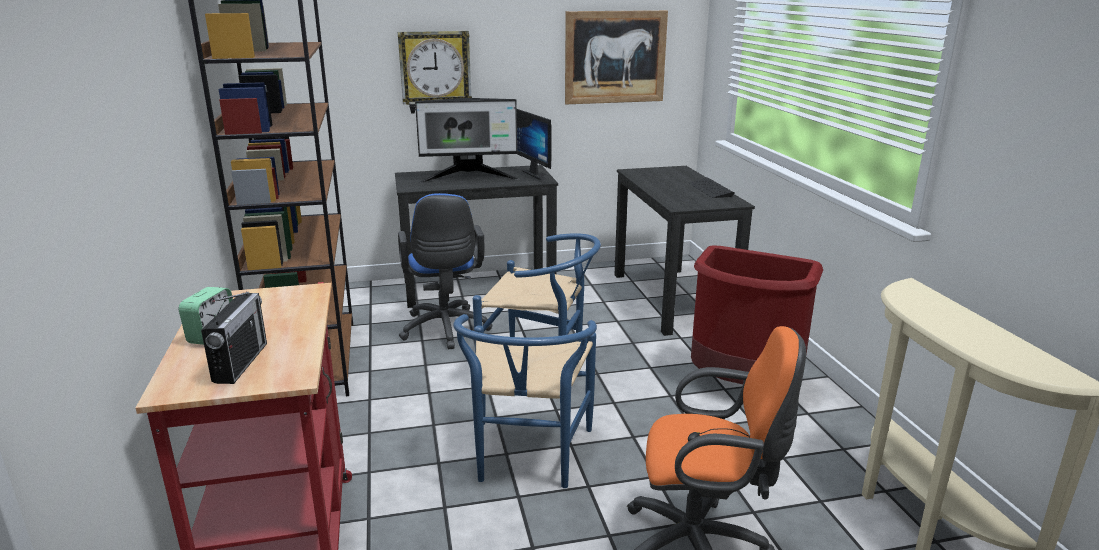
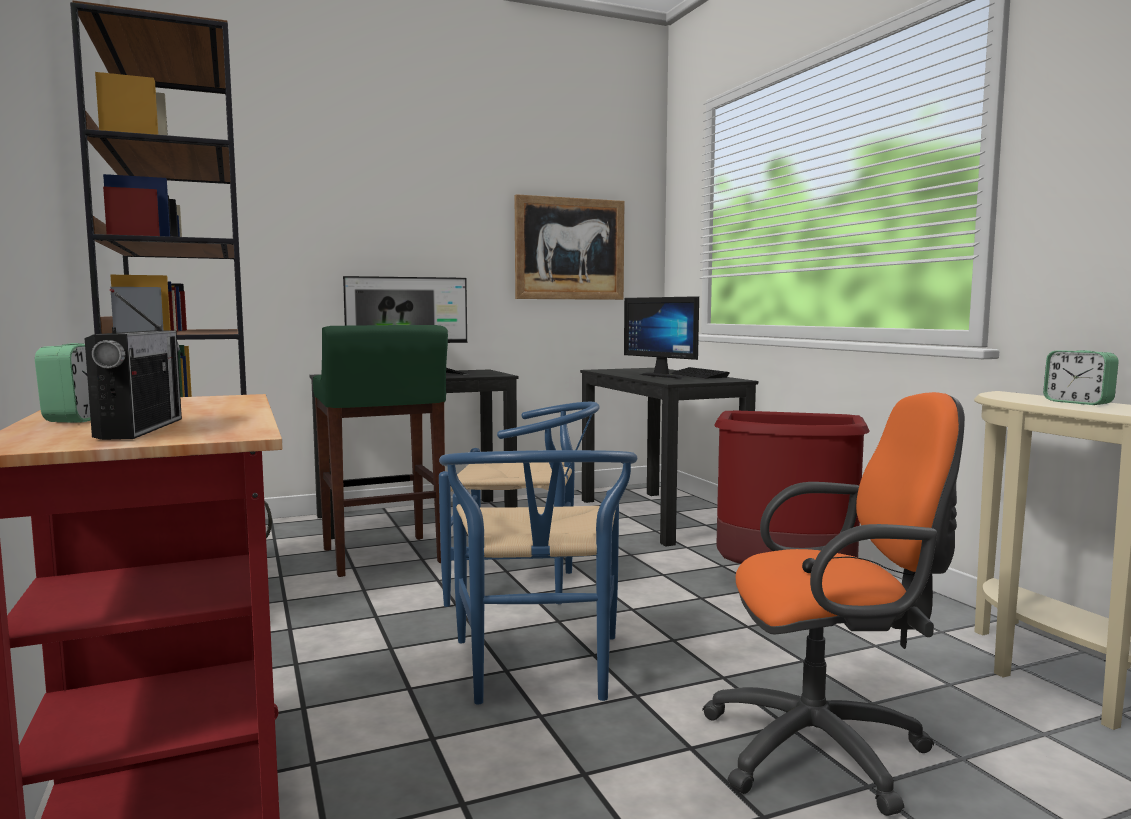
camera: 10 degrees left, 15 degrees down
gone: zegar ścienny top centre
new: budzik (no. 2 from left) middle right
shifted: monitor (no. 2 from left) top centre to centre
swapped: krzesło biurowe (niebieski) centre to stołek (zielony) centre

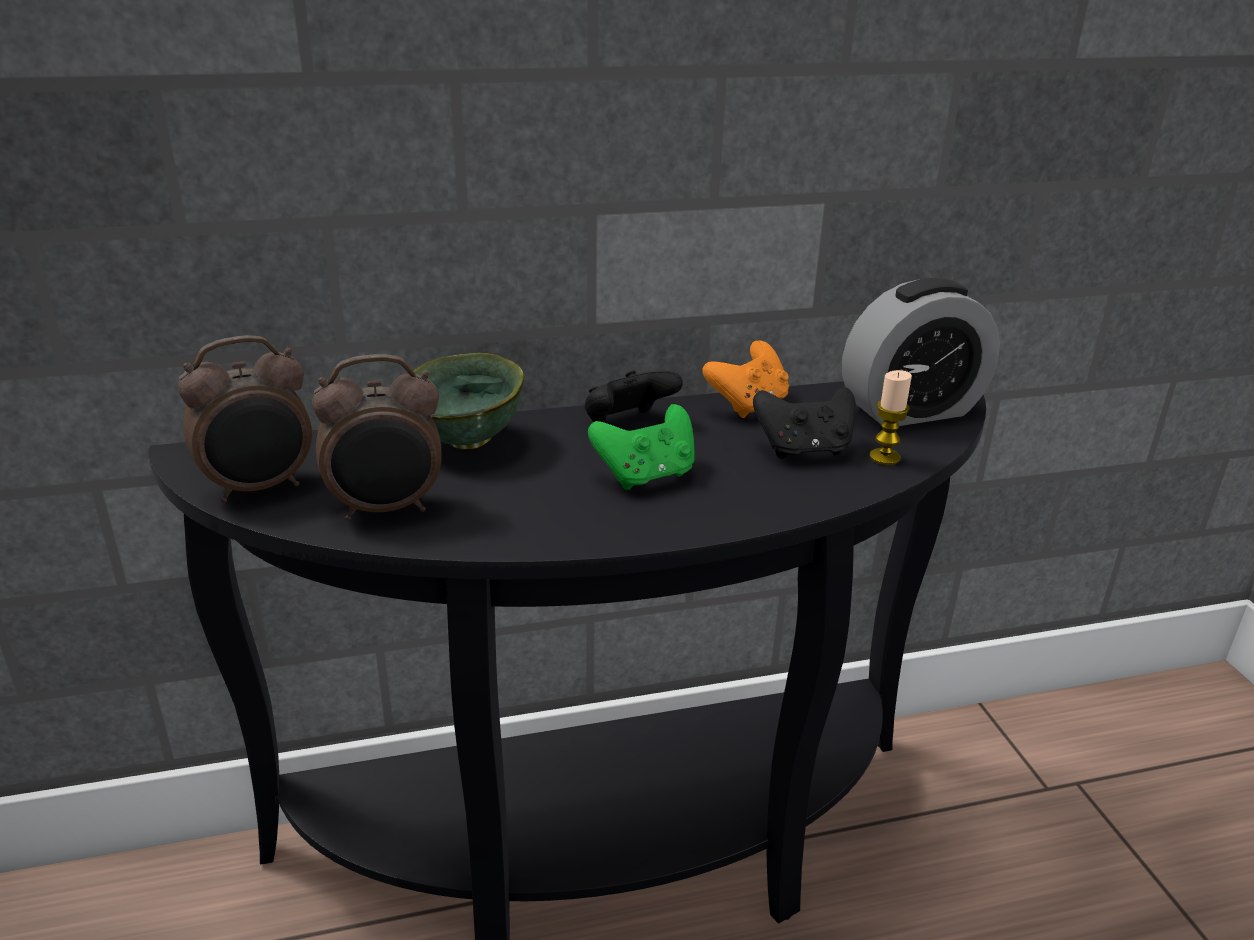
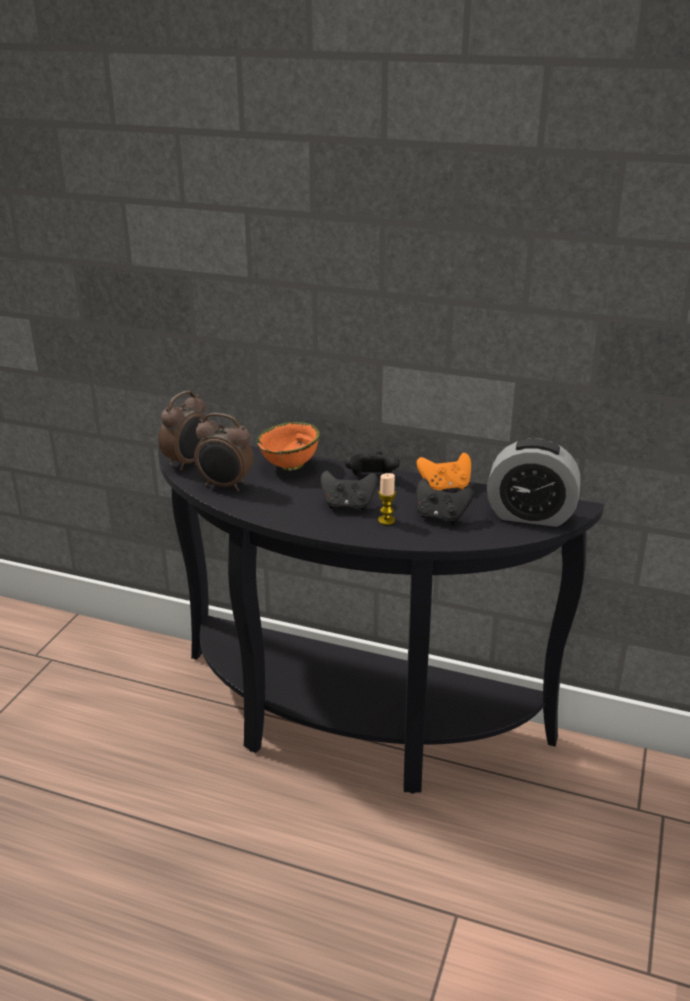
camera: 35 degrees right, 0 degrees up
shifted: świeca middle right to centre
repainted: miska (zielony) centre to miska (pomarańczowy) centre; pad do gier (zielony) centre to pad do gier (czarny) (no. 1 from left) centre
rotated: budzik (no. 1 from left) middle left = middle left 60 degrees counterclockwise

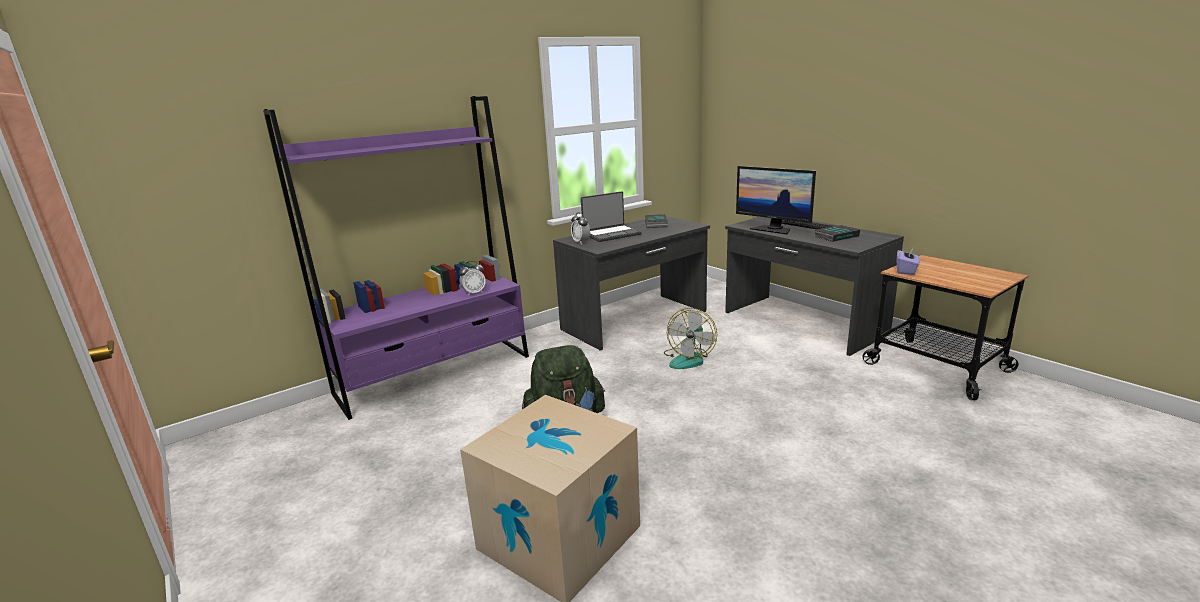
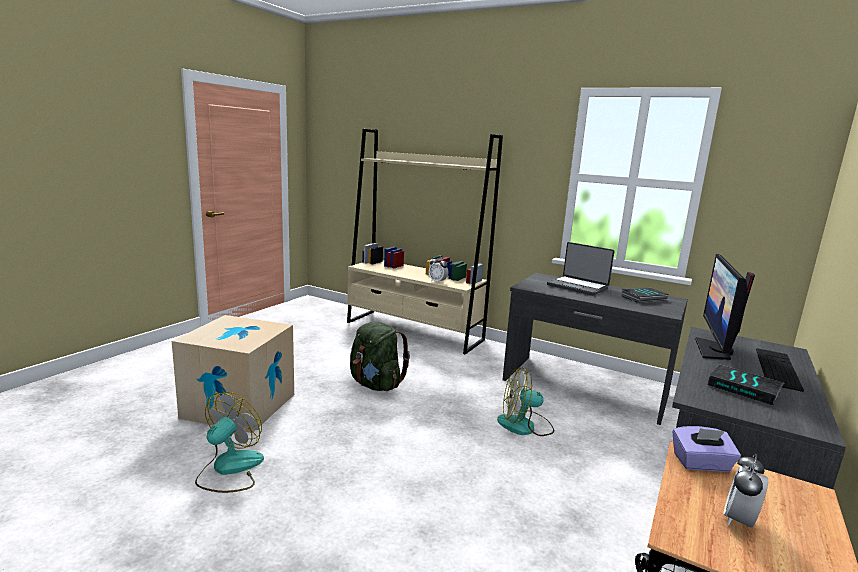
camera: 65 degrees right, 5 degrees down
new: wentylator (no. 1 from left) bottom left
shifted: budzik (no. 2 from left) centre to bottom right
repainted: regał (fioletowy) middle left to regał (beżowy) centre

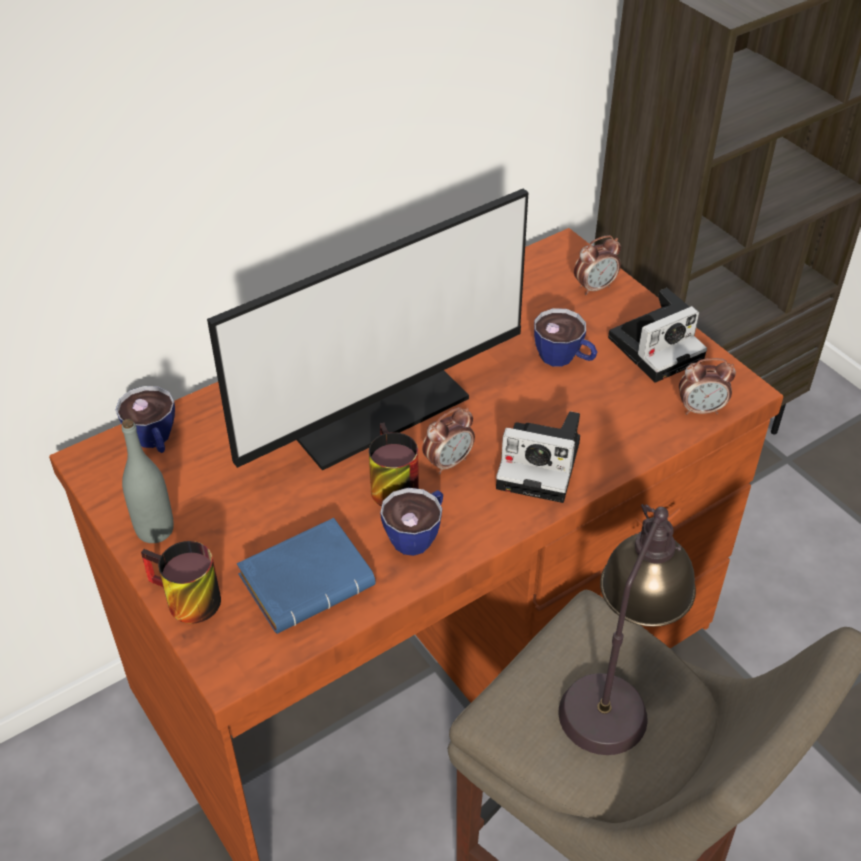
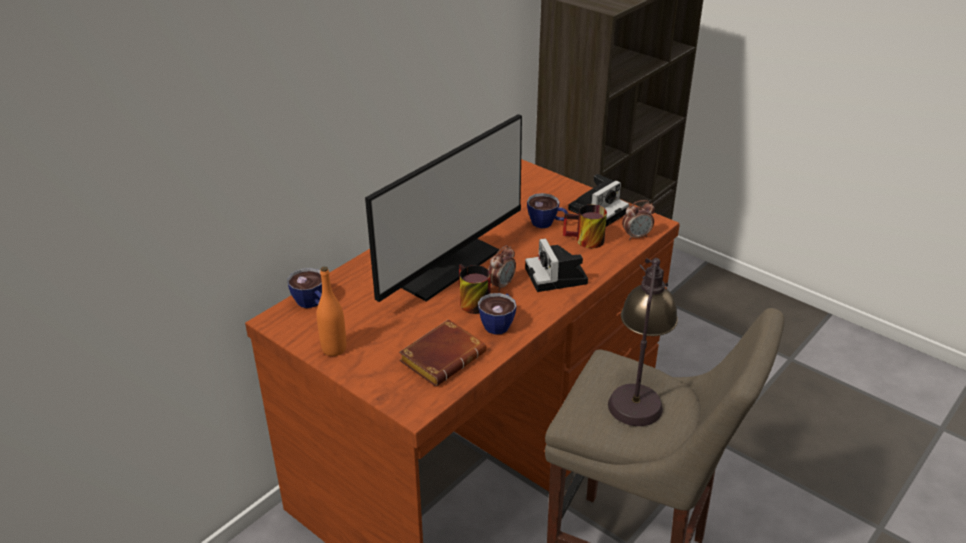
camera: 15 degrees left, 10 degrees down
gone: budzik (no. 2 from left) top right
shifted: kubek (no. 1 from left in the first image) bottom left to kubek (no. 2 from left) centre
repainted: butelka (szary) middle left to butelka (pomarańczowy) centre; książka (niebieski) bottom centre to książka (brązowy) centre
rotated: aparat fotograficzny (no. 1 from left) centre = centre 75 degrees clockwise

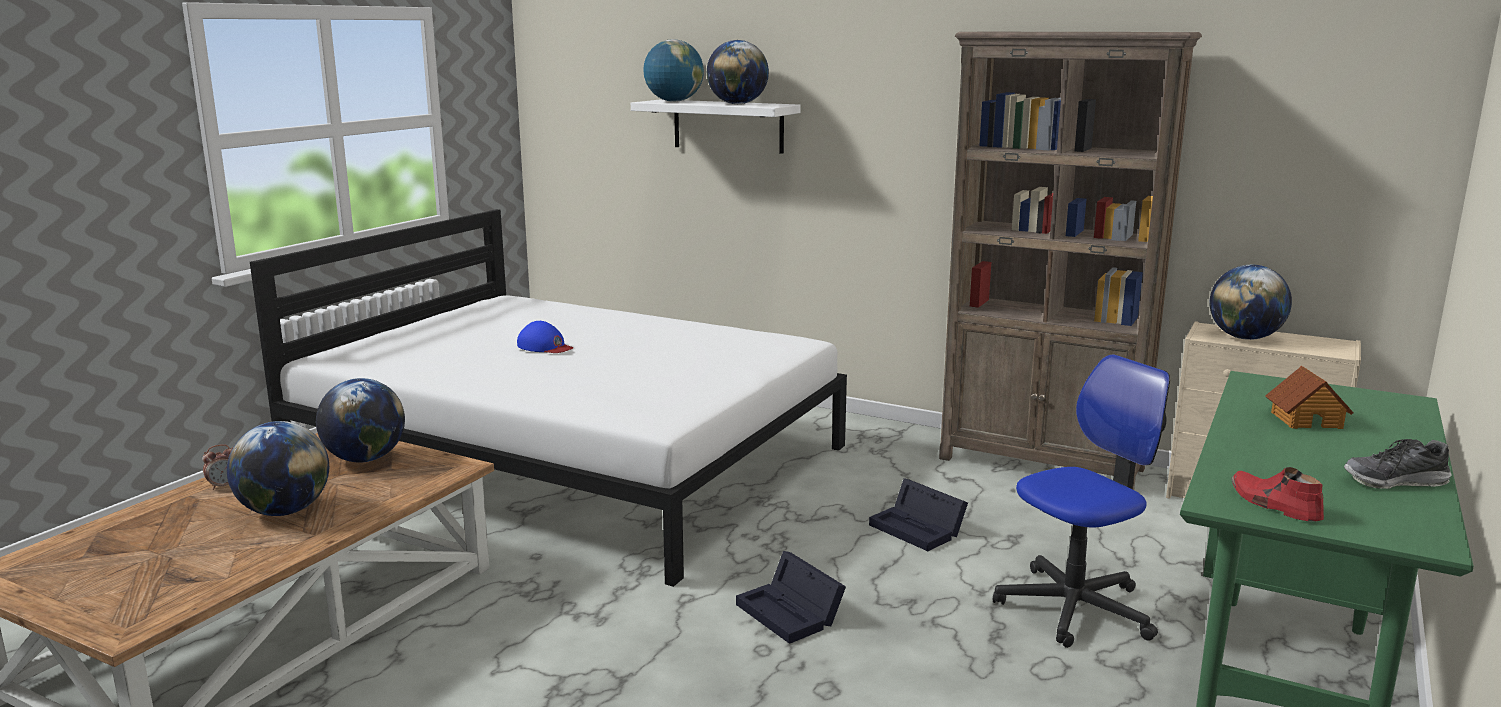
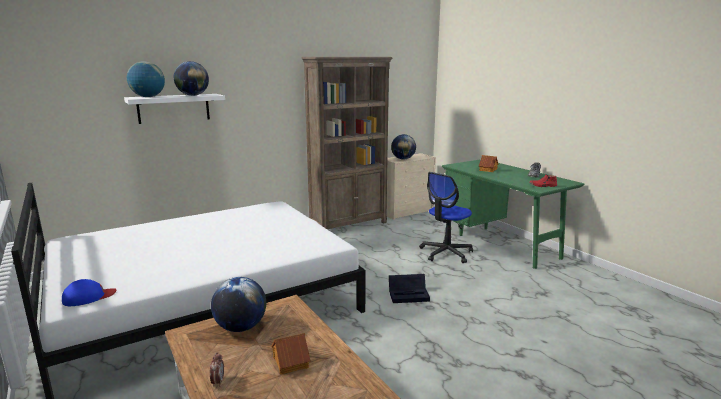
camera: 60 degrees left, 0 degrees up
gone: pojemnik do przechowywania (czarny) (no. 2 from left) bottom centre
shifted: czapka z daszkiem (niebieski) centre to bottom left
swapped: globus (no. 1 from left) middle left to domek (no. 1 from left) bottom centre
rotated: krzesło biurowe bottom right = centre 135 degrees counterclockwise

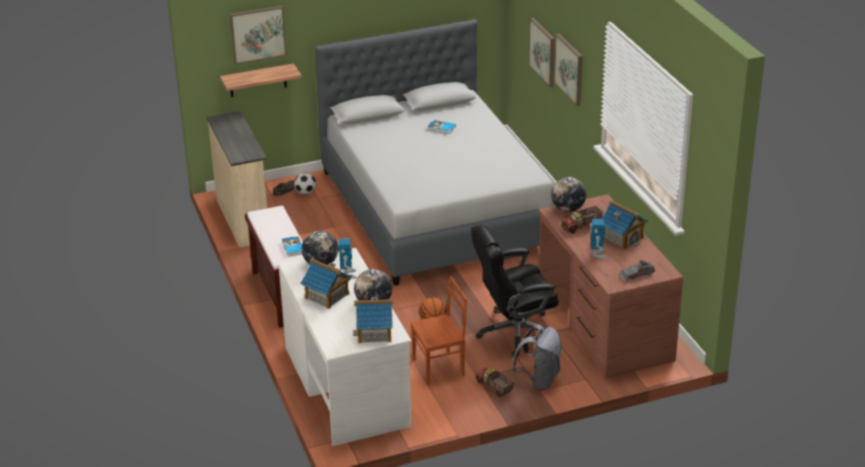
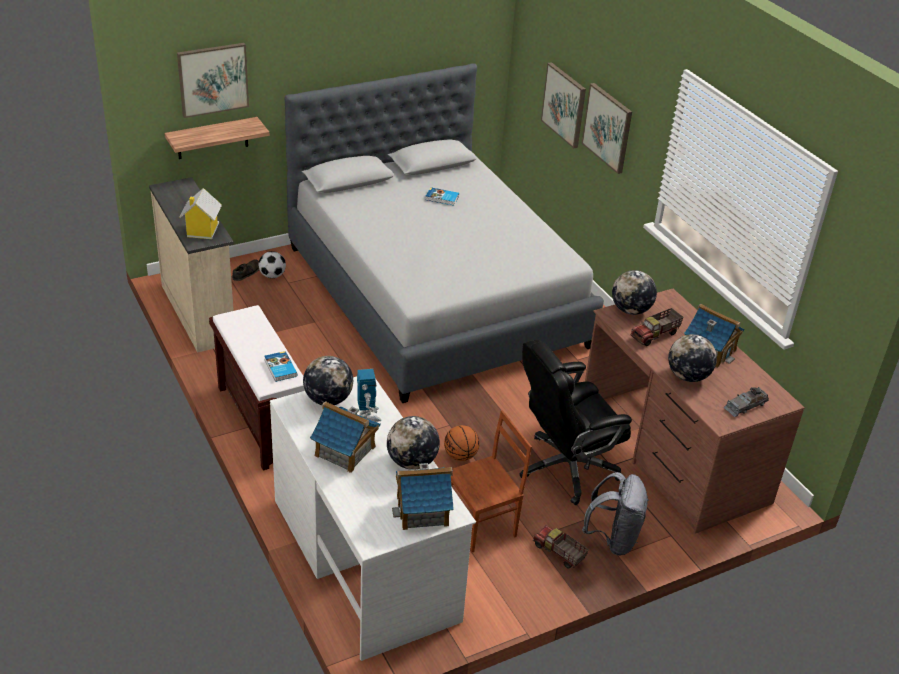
camera: 10 degrees left, 5 degrees up
new: domek (no. 1 from left) top left
swapped: robot zabawkowy (no. 2 from left) middle right to globus (no. 4 from left) middle right

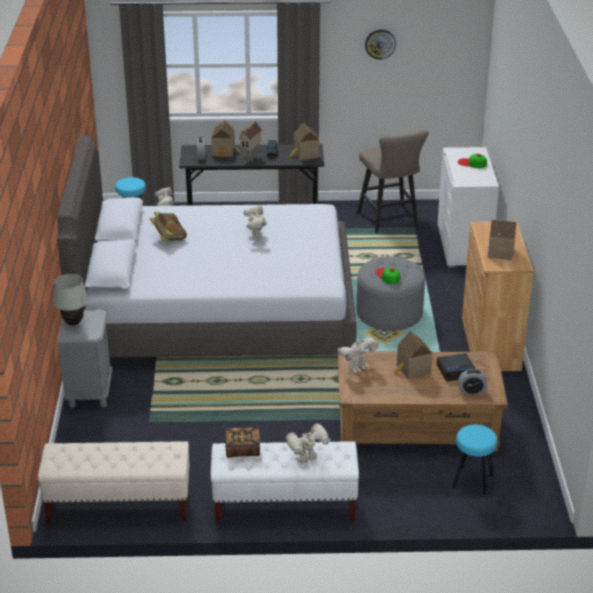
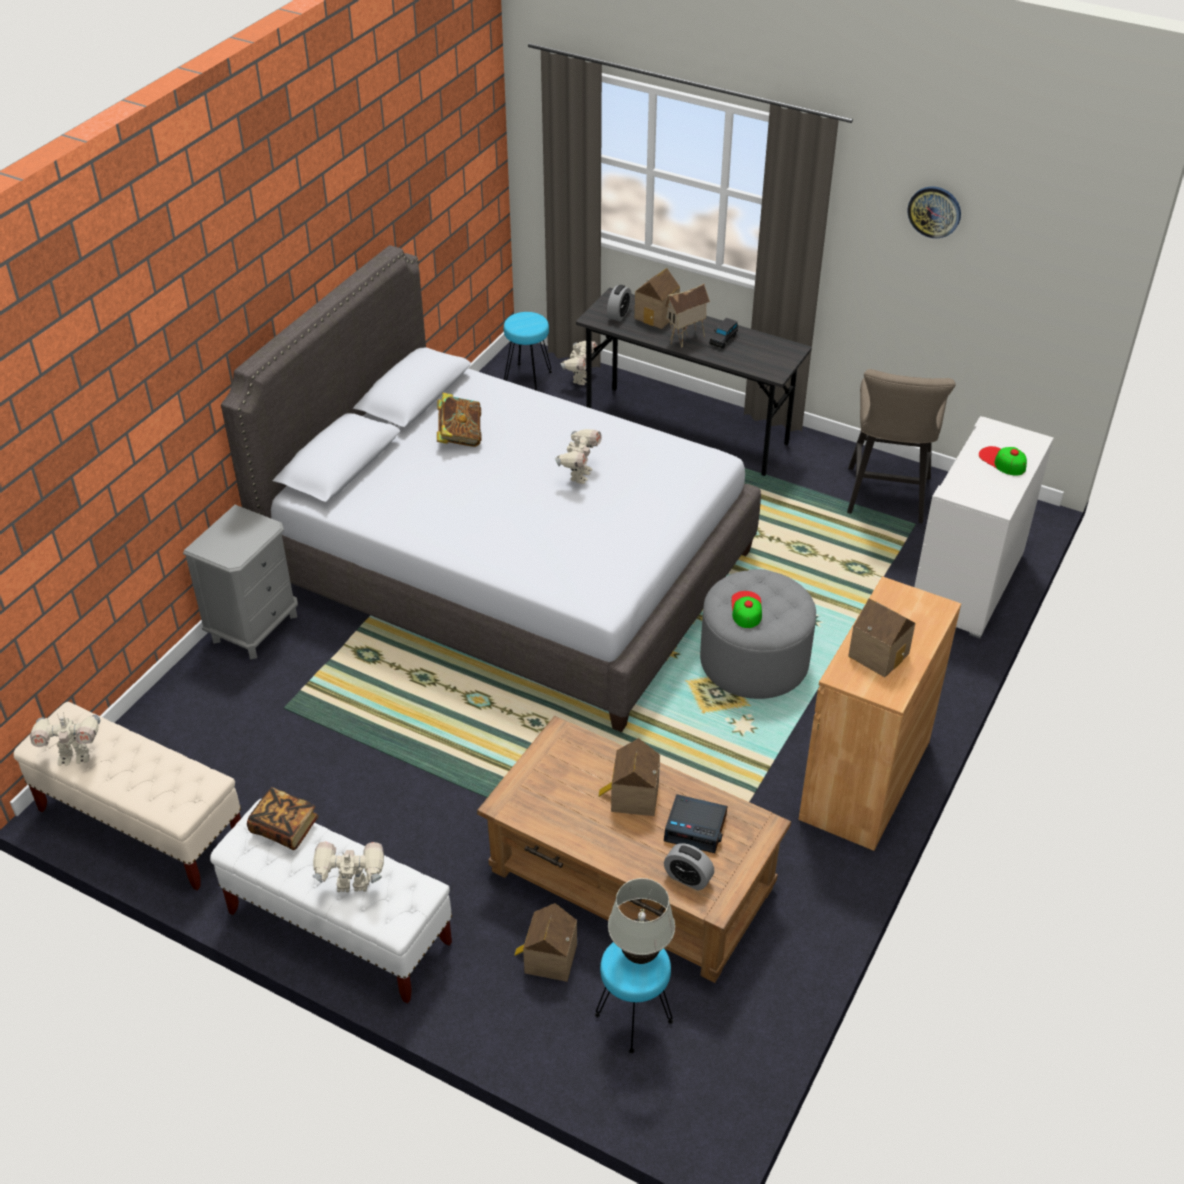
camera: 30 degrees right, 10 degrees up
shifted: robot zabawkowy (no. 4 from left in the first image) centre to robot zabawkowy (no. 1 from left) middle left; domek (no. 3 from left in the first image) top centre to domek (no. 1 from left) bottom centre; lampa stołowa (biały) middle left to bottom centre

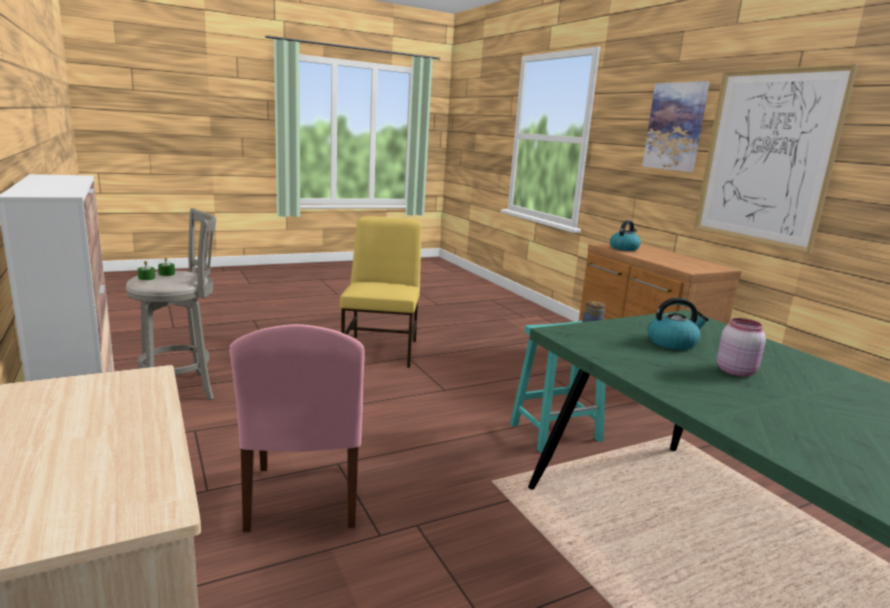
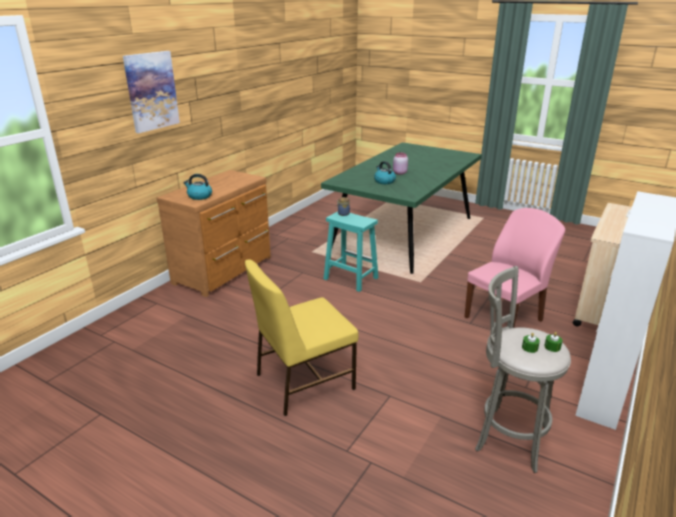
camera: 120 degrees left, 10 degrees up
gone: obraz (no. 2 from left) top right

